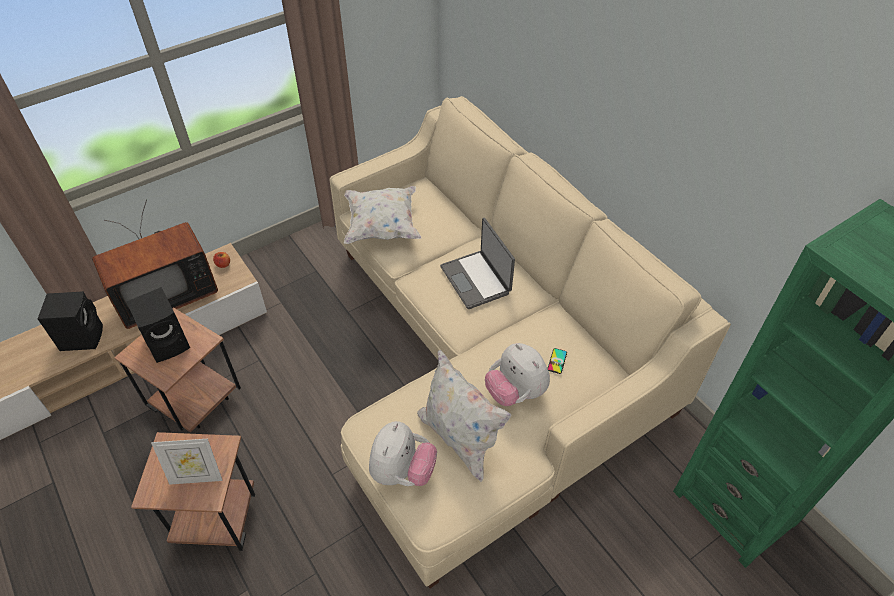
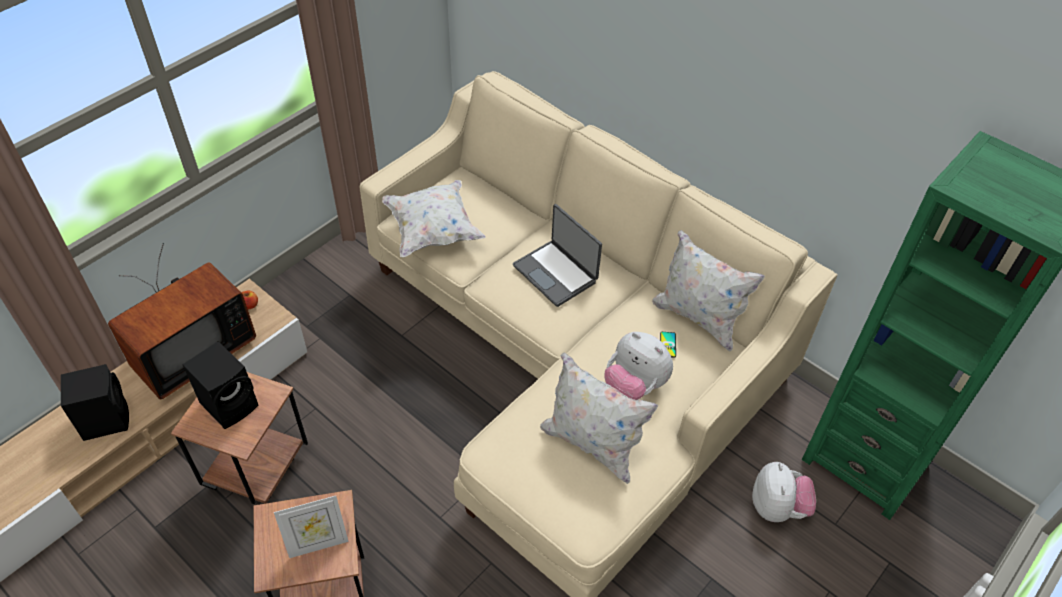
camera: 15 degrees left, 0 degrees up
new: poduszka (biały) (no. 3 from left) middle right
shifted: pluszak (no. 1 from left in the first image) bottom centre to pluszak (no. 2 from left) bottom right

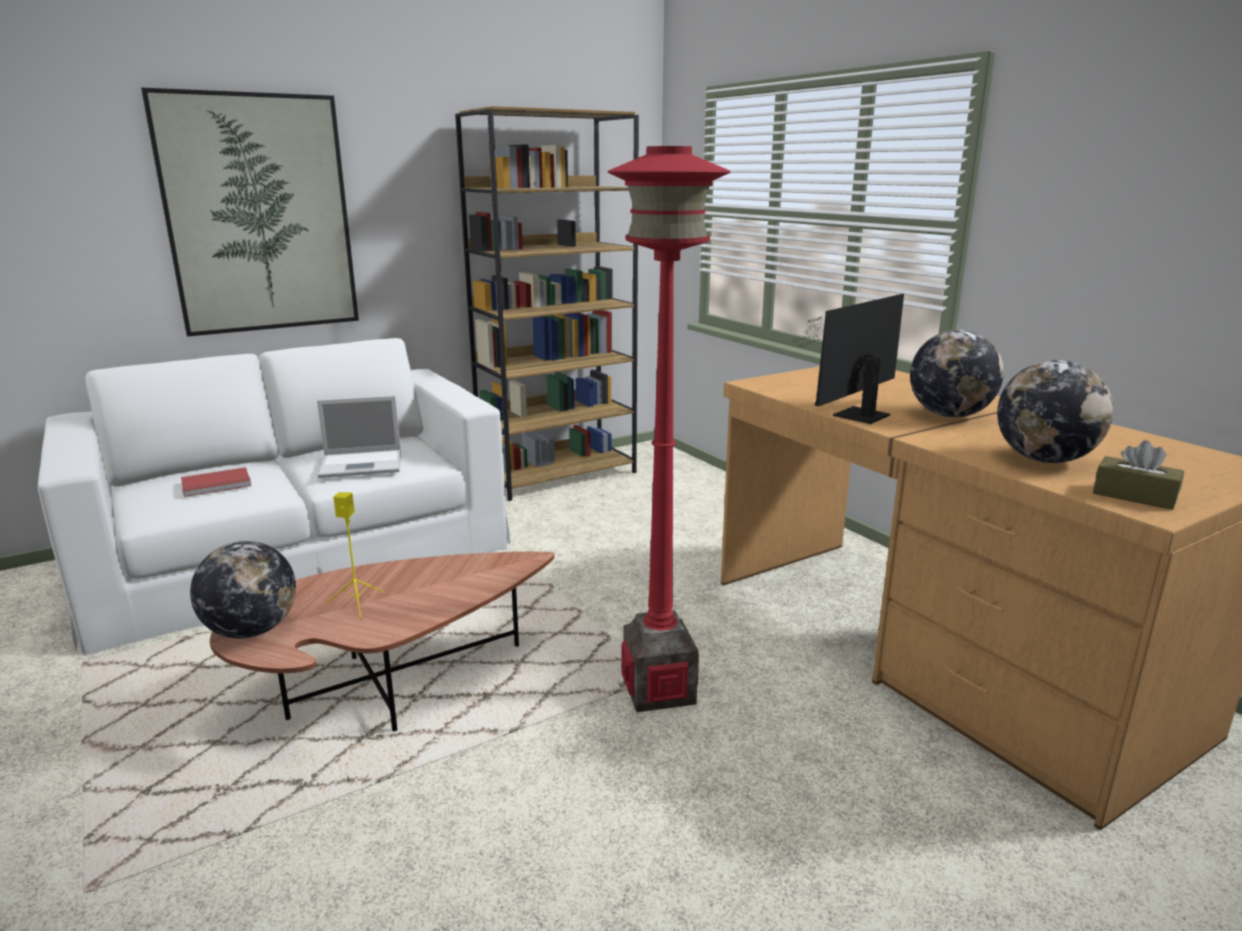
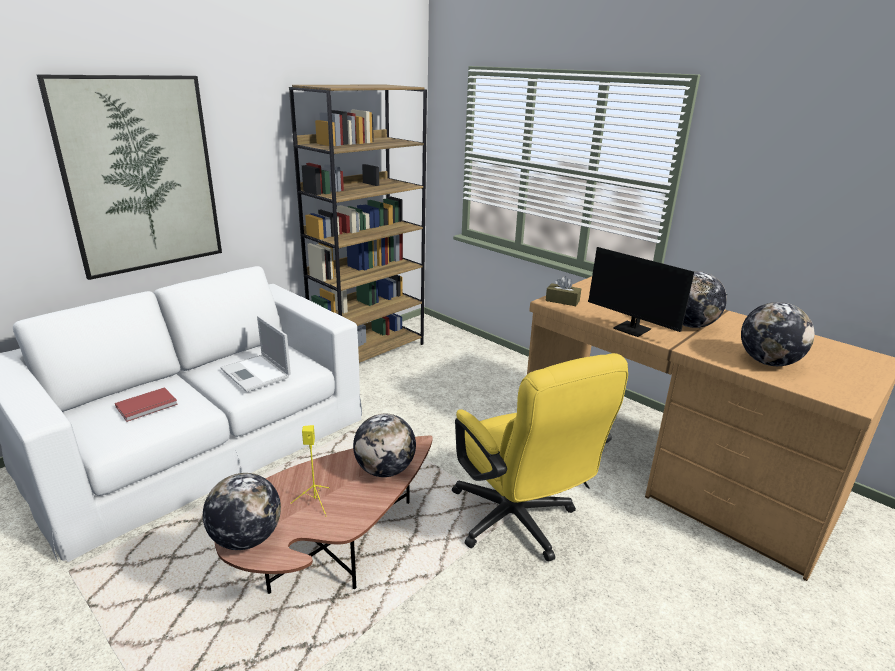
camera: 15 degrees left, 5 degrees up
new: globus (no. 2 from left) centre
shifted: pudełko chusteczek (brązowy) middle right to centre
swapped: lampa stojąca (czerwony) centre to krzesło biurowe (żółty) bottom centre
rotated: laptop middle left = middle left 75 degrees clockwise; monitor middle right = middle right 75 degrees counterclockwise

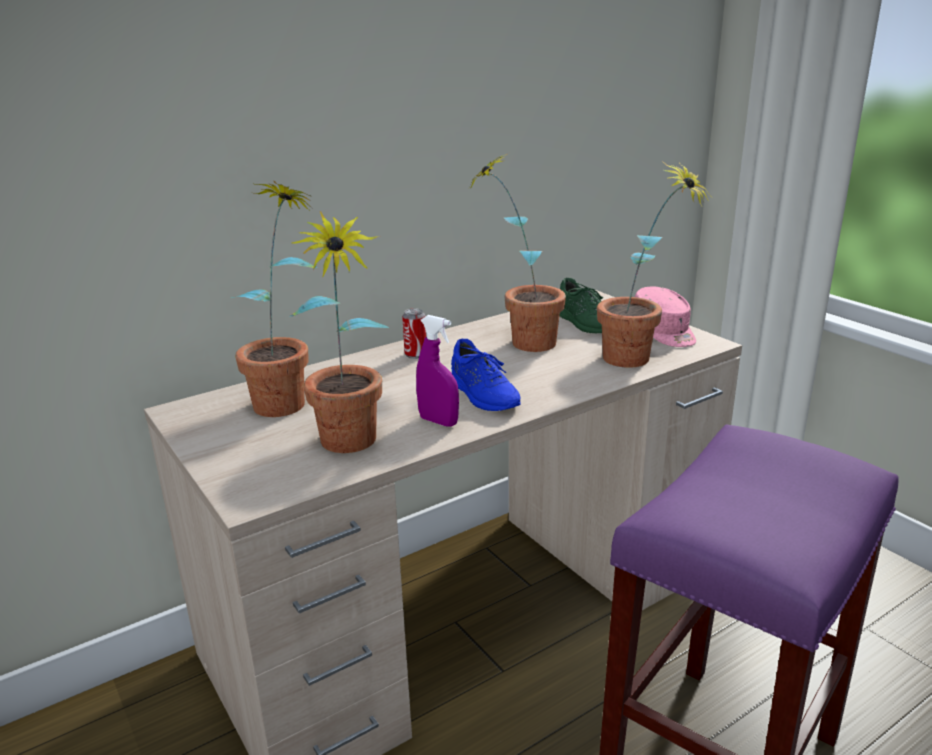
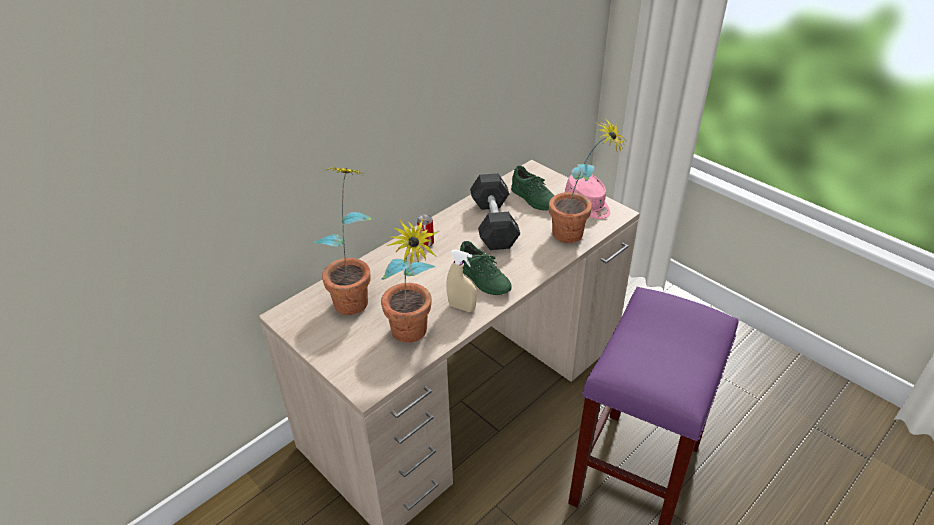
camera: 10 degrees left, 15 degrees up
swapped: roślina doniczkowa (no. 3 from left) top centre to hantel (czarny) centre
repainted: spryskiwacz (fioletowy) centre to spryskiwacz (beżowy) centre; but (niebieski) centre to but (zielony) (no. 1 from left) centre

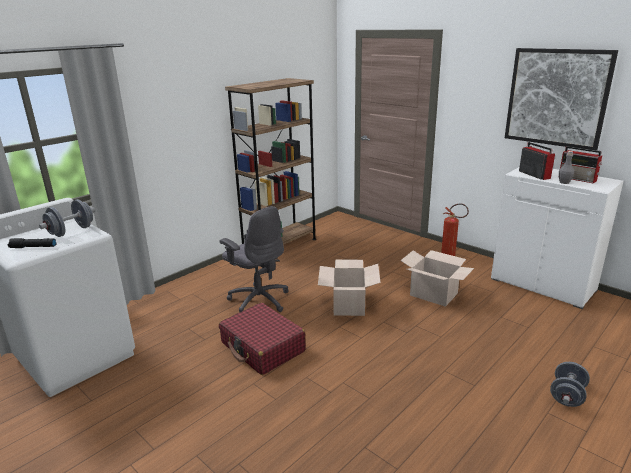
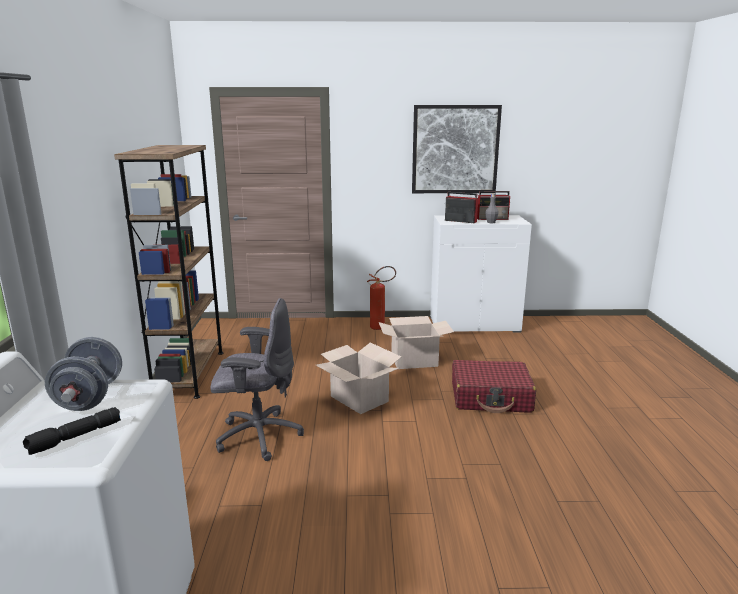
camera: 45 degrees left, 5 degrees down
gone: hantel (szary) (no. 2 from left) bottom right
shifted: walizka (czerwony) bottom centre to middle right

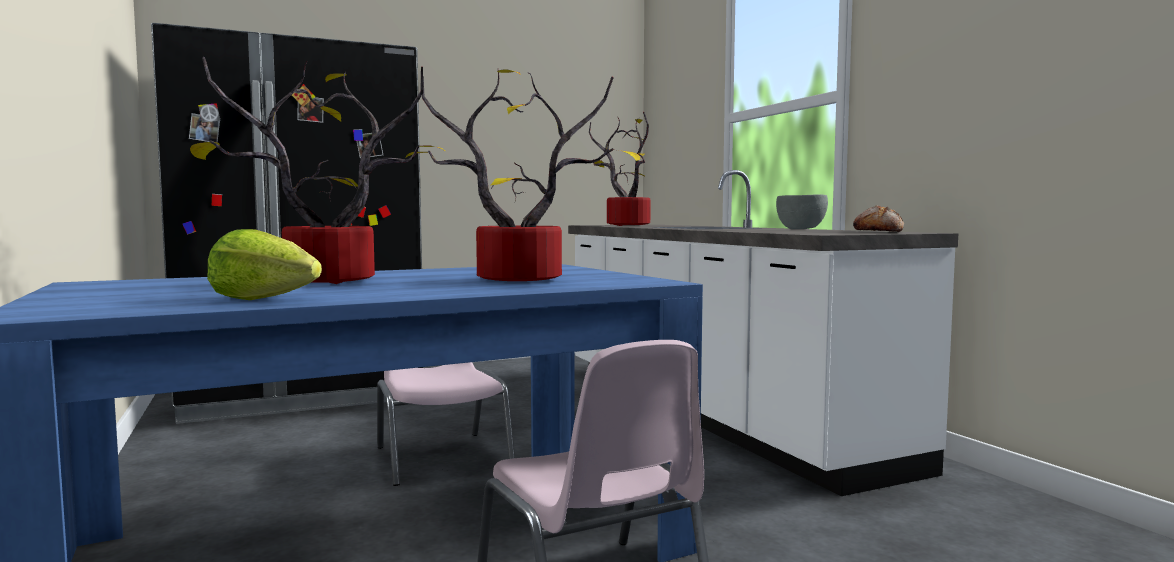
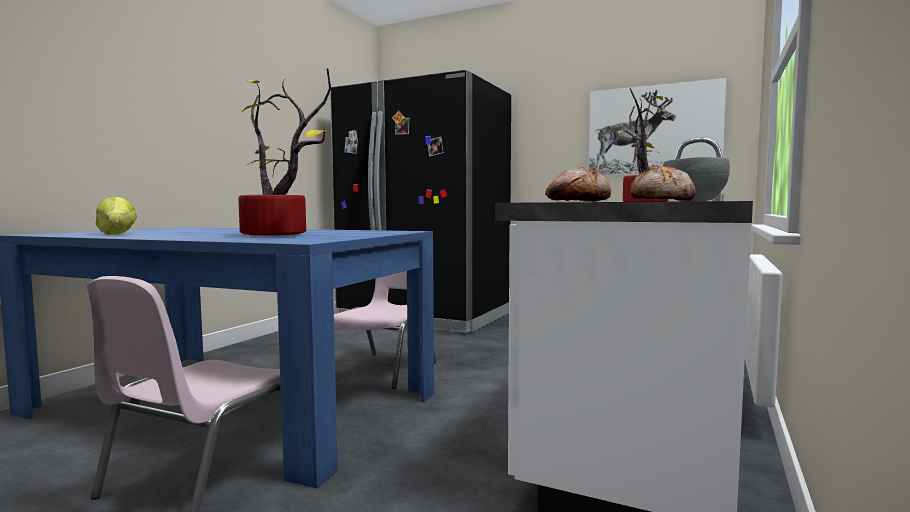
camera: 50 degrees right, 0 degrees up
gone: roślina doniczkowa (no. 1 from left) top left
new: chleb (no. 1 from left) centre; obraz top right

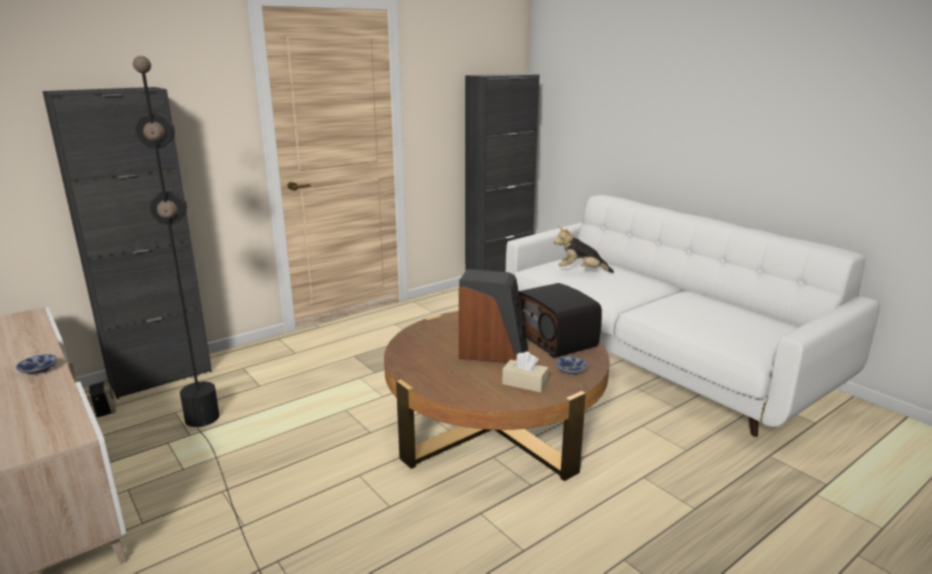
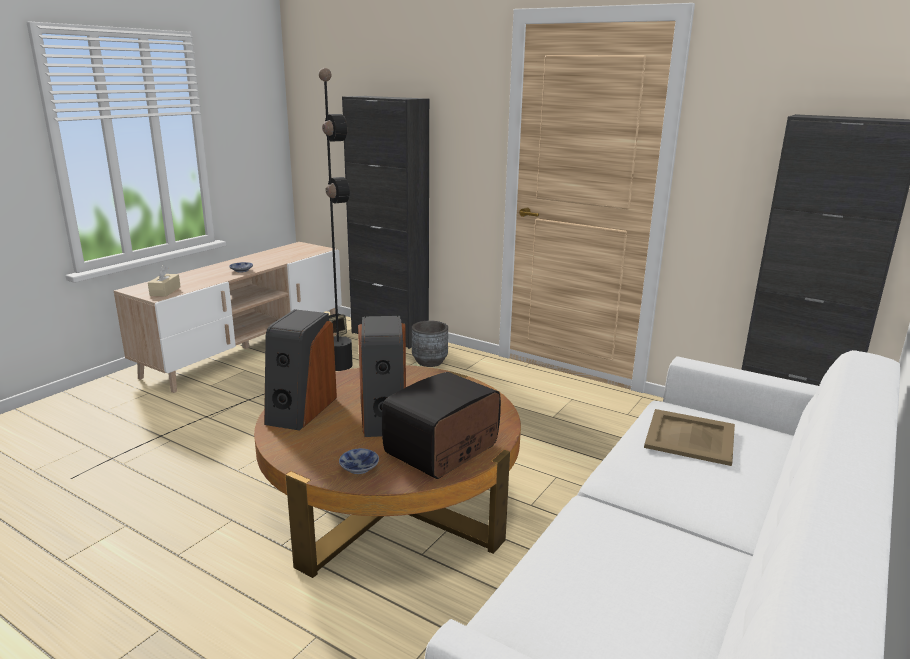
camera: 70 degrees right, 0 degrees up
new: głośnik (no. 1 from left) middle left; donica (szary) centre
shifted: pudełko chusteczek (beżowy) centre to middle left
swapped: pluszak centre to taca (beżowy) middle right

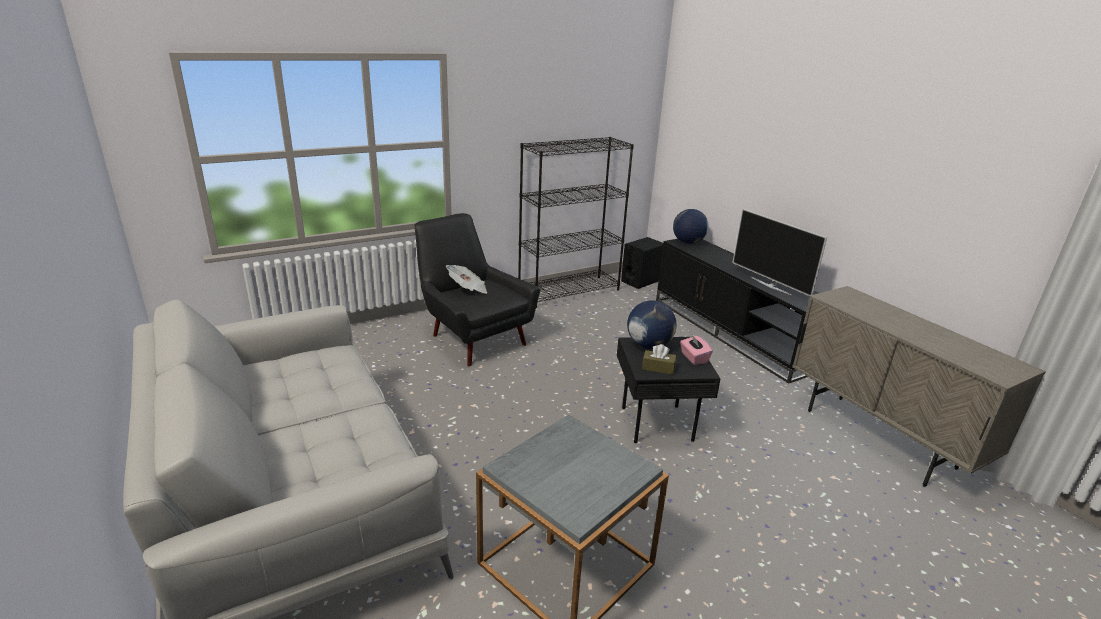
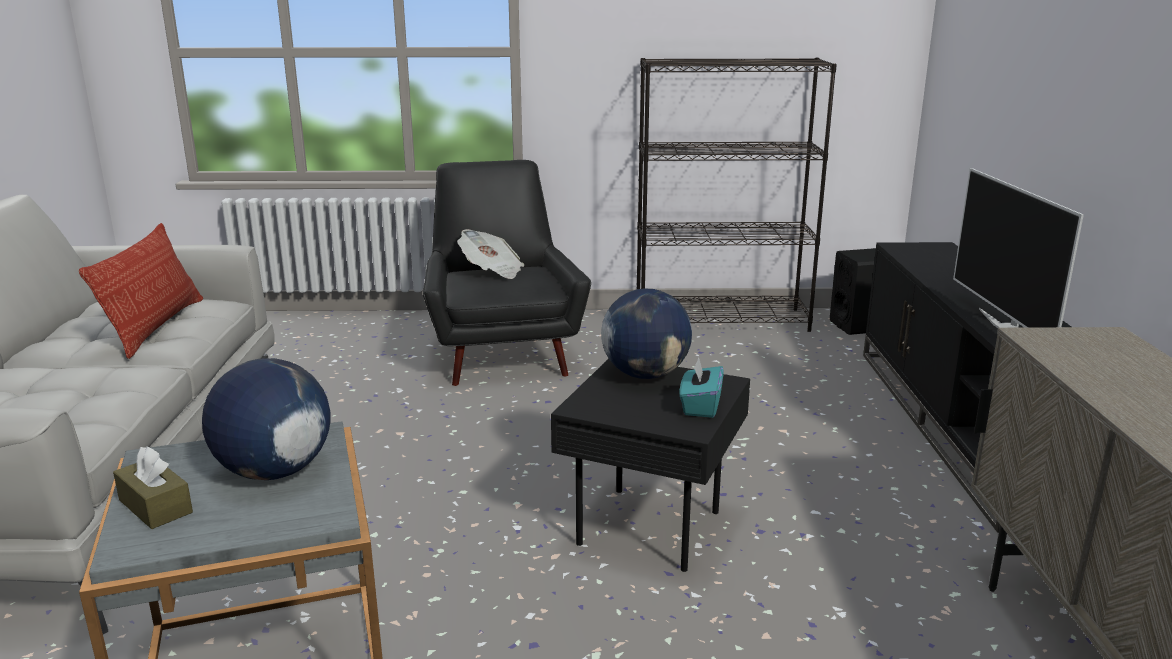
camera: 30 degrees right, 5 degrees down
new: poduszka middle left
shifted: pudełko chusteczek (brązowy) centre to bottom left; globus (no. 2 from left in the first image) centre to globus (no. 1 from left) middle left
repainted: pudełko chusteczek (różowy) centre to pudełko chusteczek (turkusowy) centre

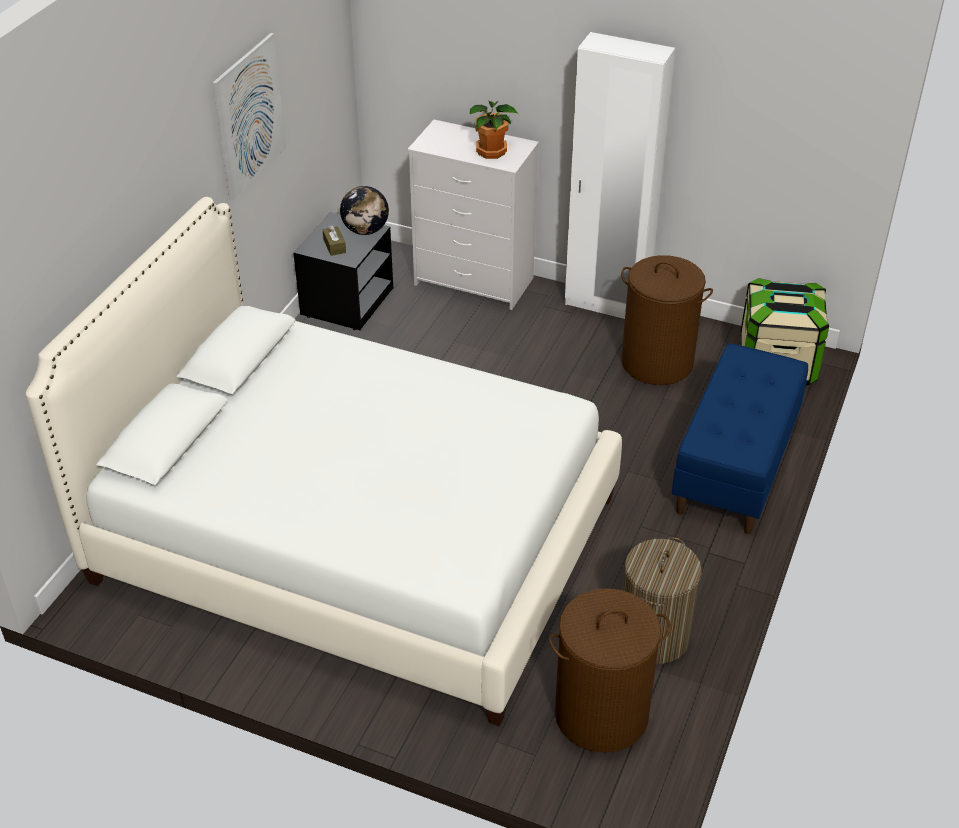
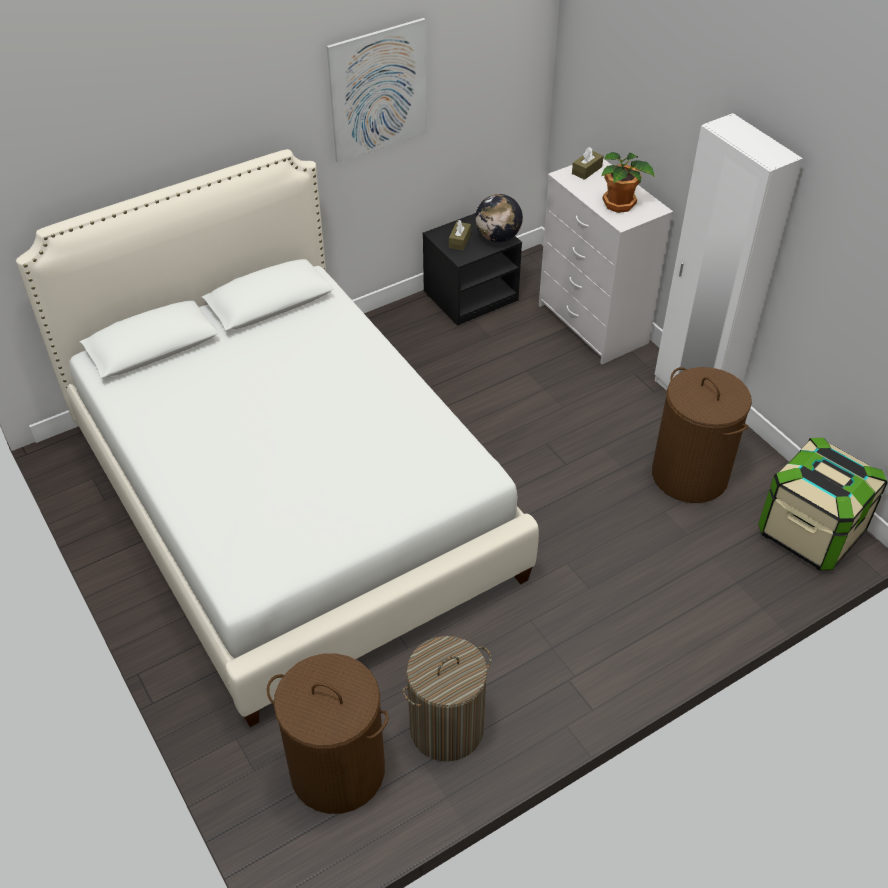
camera: 35 degrees right, 5 degrees up
gone: ławka (niebieski) middle right
new: pudełko chusteczek (brązowy) (no. 2 from left) top centre

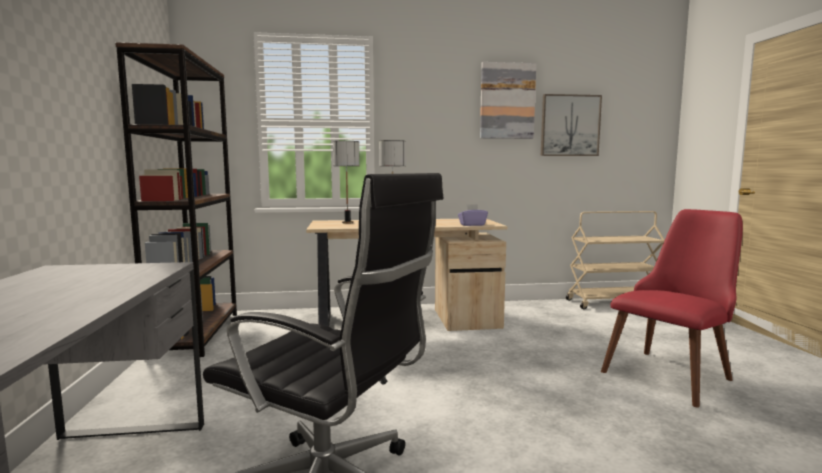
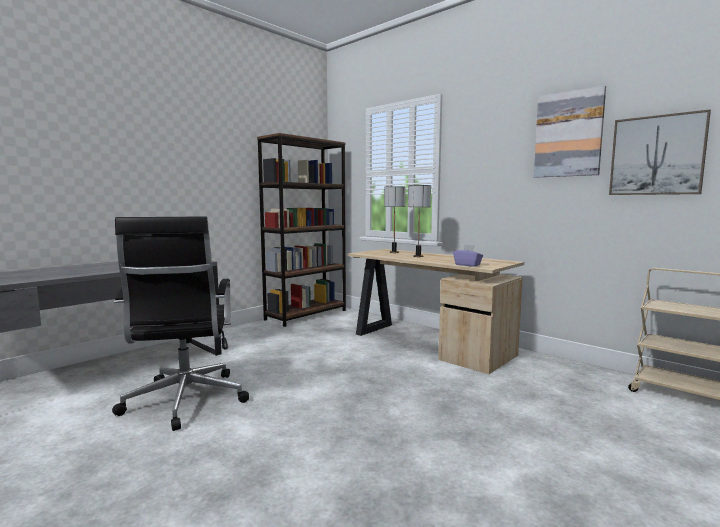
camera: 50 degrees right, 0 degrees up
gone: krzesło (czerwony) middle right

